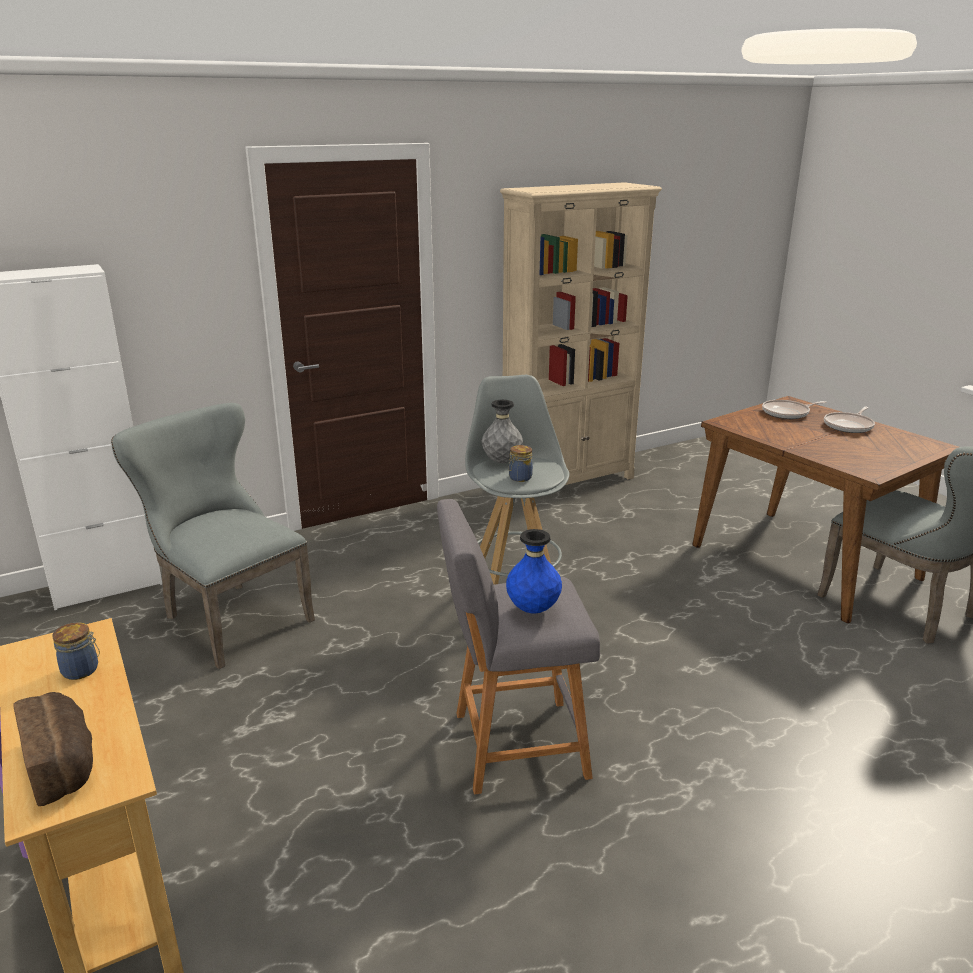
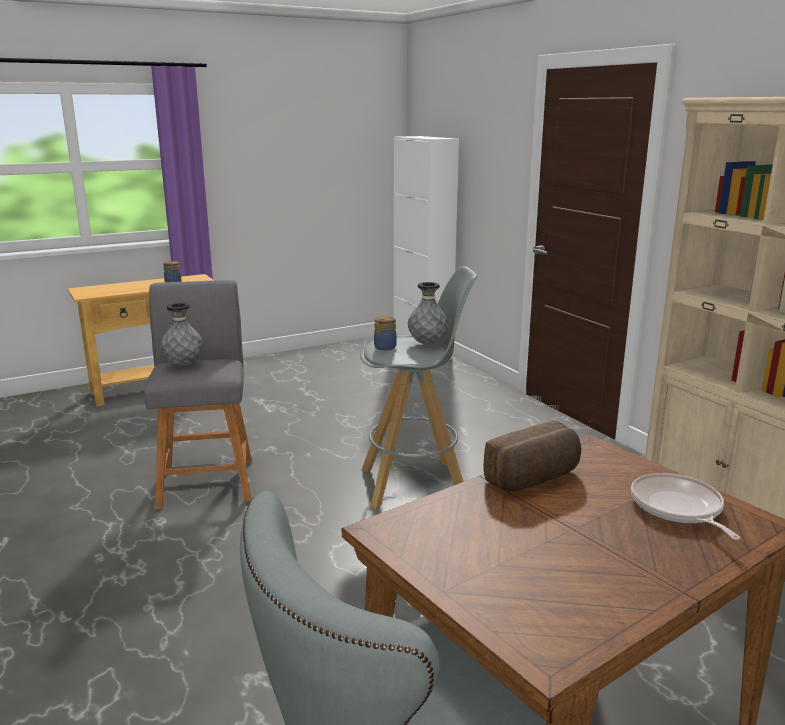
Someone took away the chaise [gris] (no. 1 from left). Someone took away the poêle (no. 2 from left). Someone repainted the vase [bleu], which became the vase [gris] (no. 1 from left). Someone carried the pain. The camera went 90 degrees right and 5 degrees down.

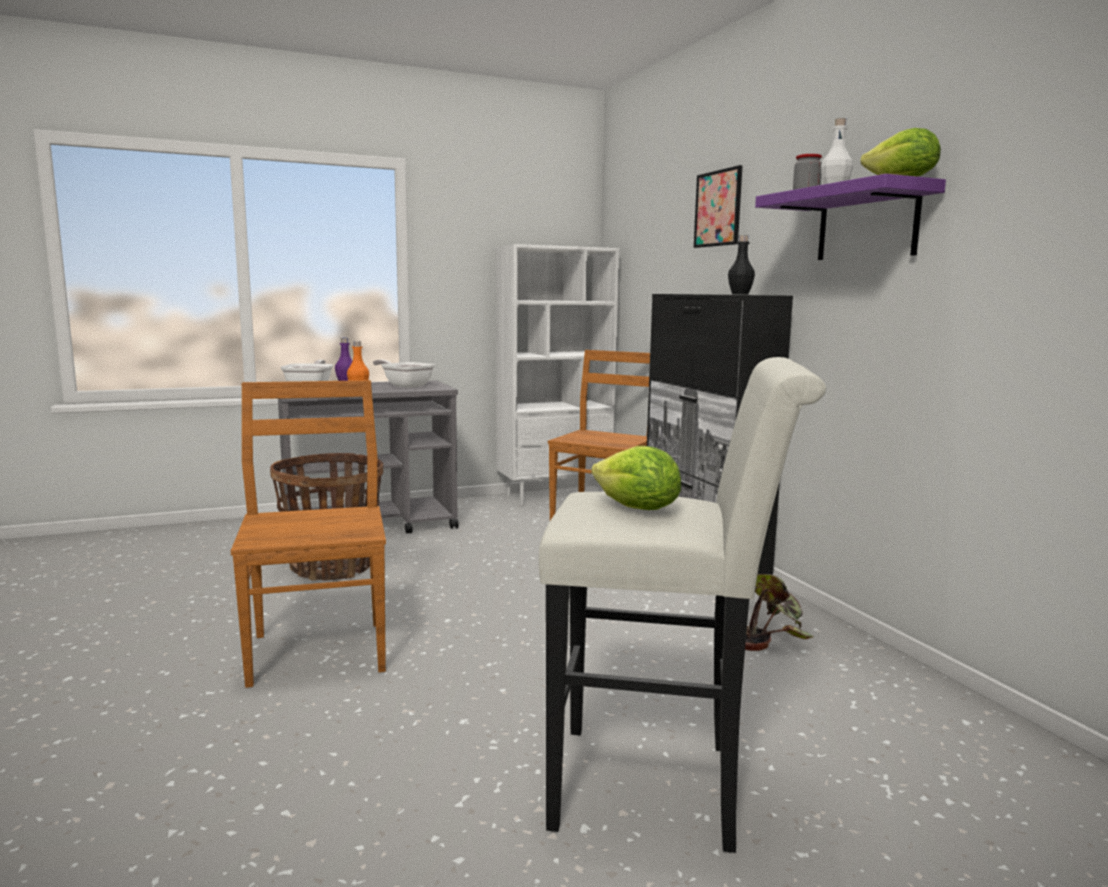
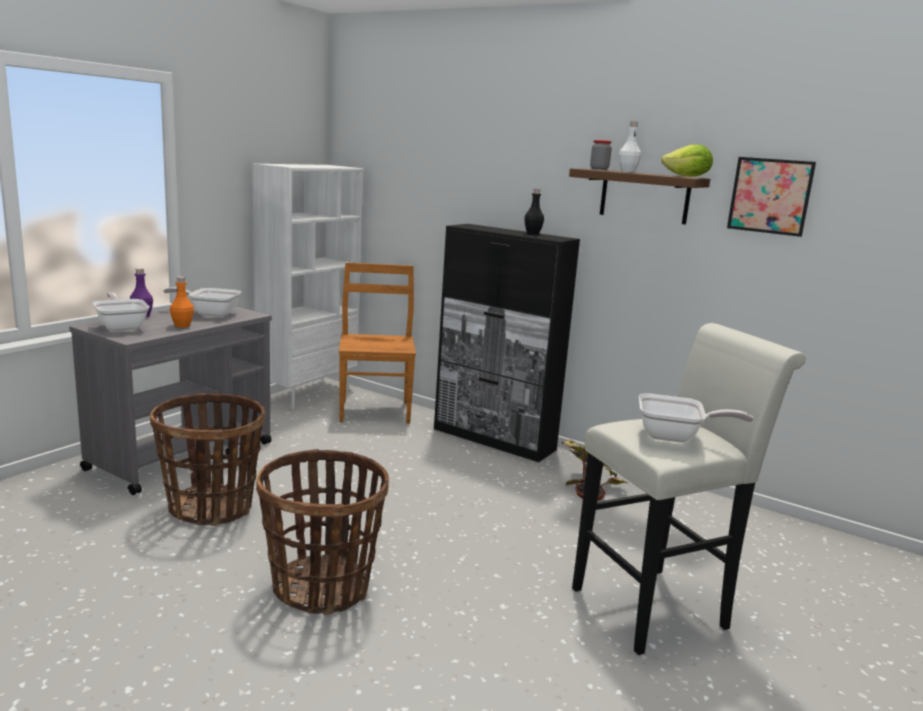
Someone carried the tableau. Someone repainted the étagère [violet], which became the étagère [marron]. Someone swapped the chaise [marron] (no. 1 from left) for the panier (no. 2 from left). Someone swapped the laitue (no. 1 from left) for the poêle (no. 3 from left). The camera went 35 degrees left and 5 degrees up.

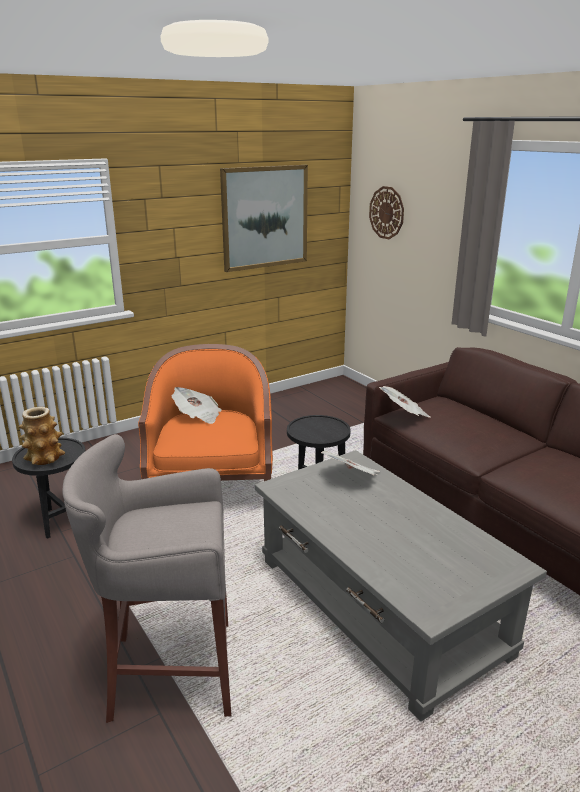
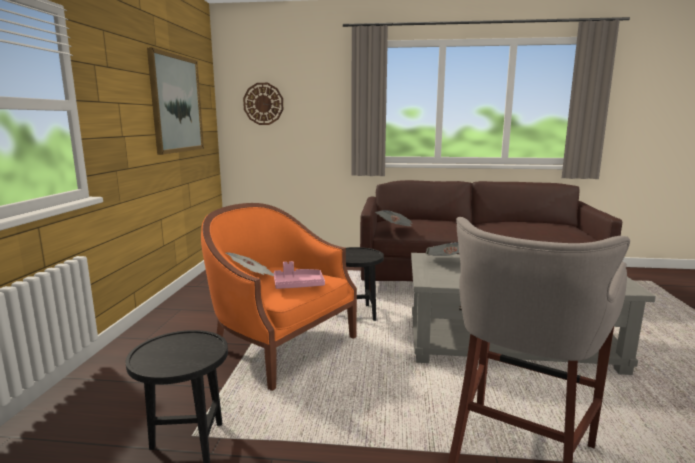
Someone took away the vase. Someone put down the plateau [rose]. The camera went 50 degrees left and 10 degrees down.

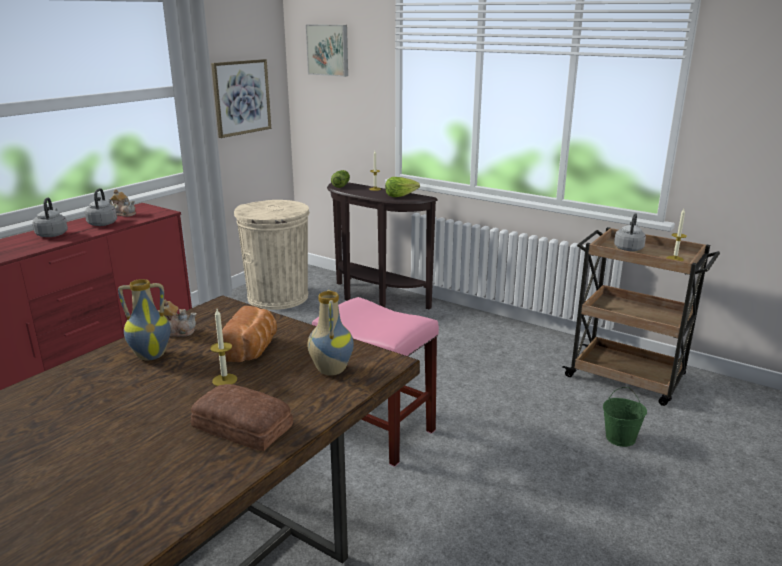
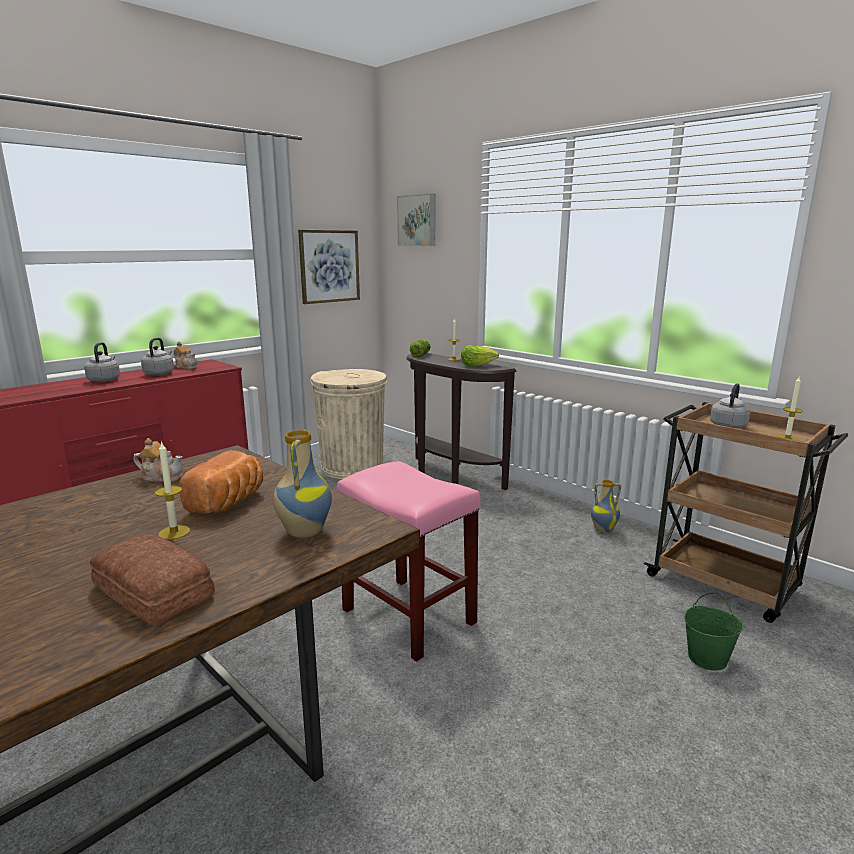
Someone carried the vase (no. 1 from left in the first image). The camera went 10 degrees right and 5 degrees down.

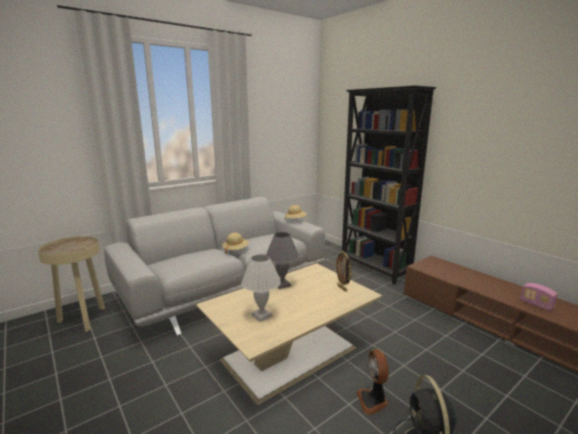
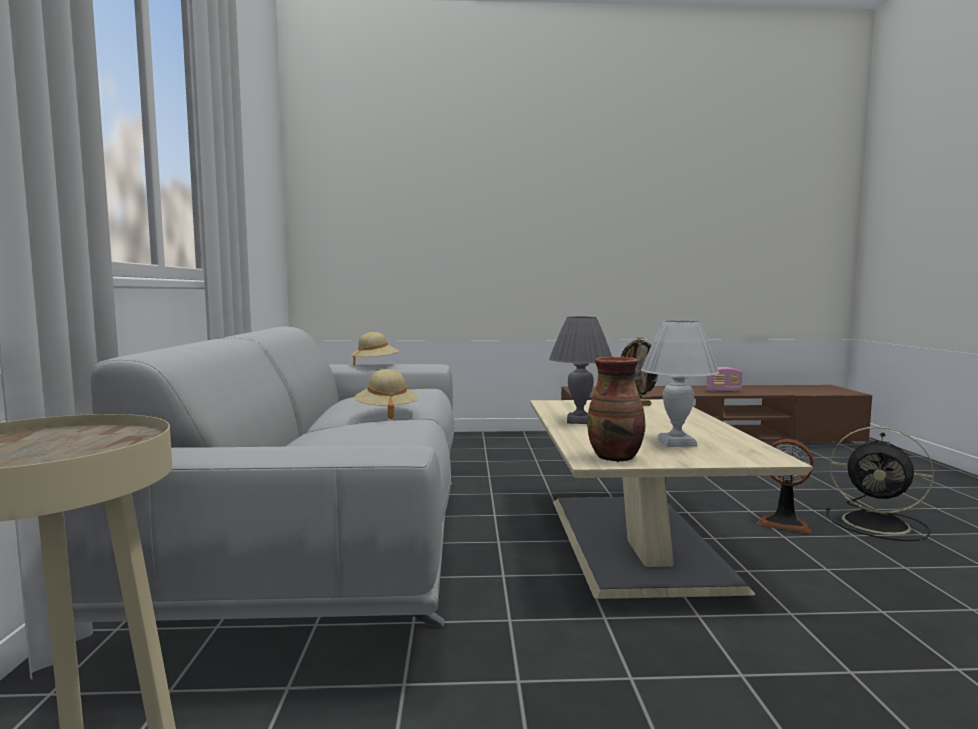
Someone took away the bibliothèque [noir]. Someone put down the vase. The camera went 55 degrees left and 10 degrees down.

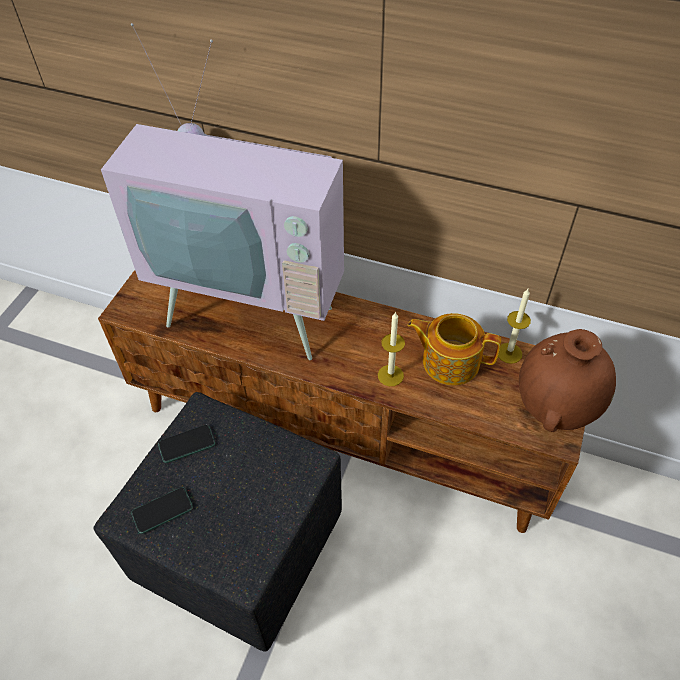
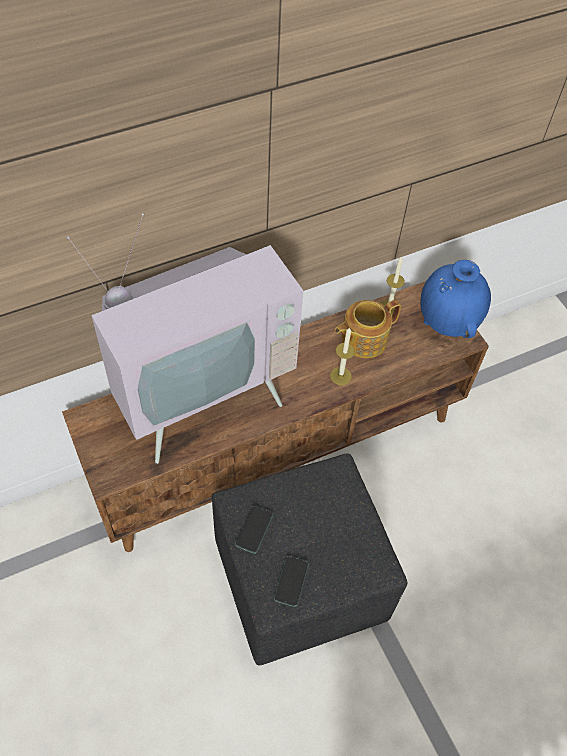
Someone repainted the vase [marron], which became the vase [bleu]. The camera went 50 degrees left and 5 degrees up.

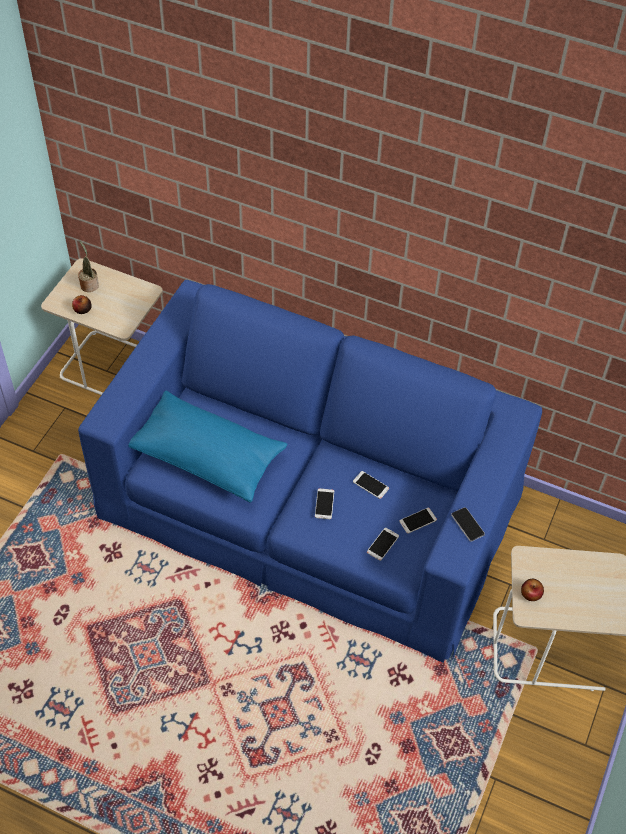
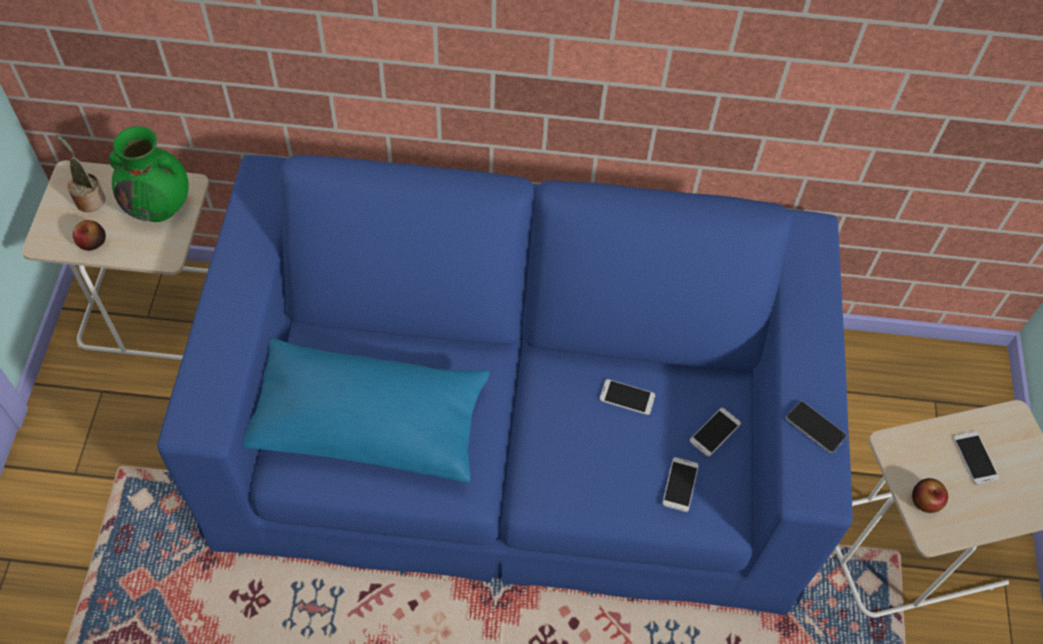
Someone carried the téléphone (no. 1 from left in the first image). Someone put down the vase [vert]. The camera went 20 degrees left and 5 degrees up.

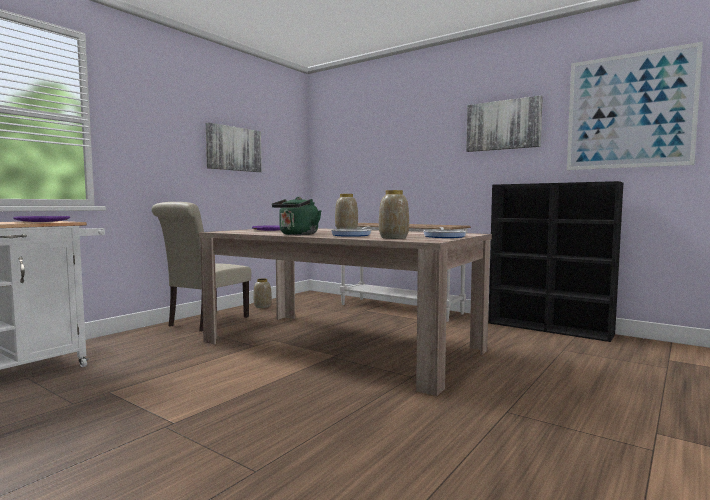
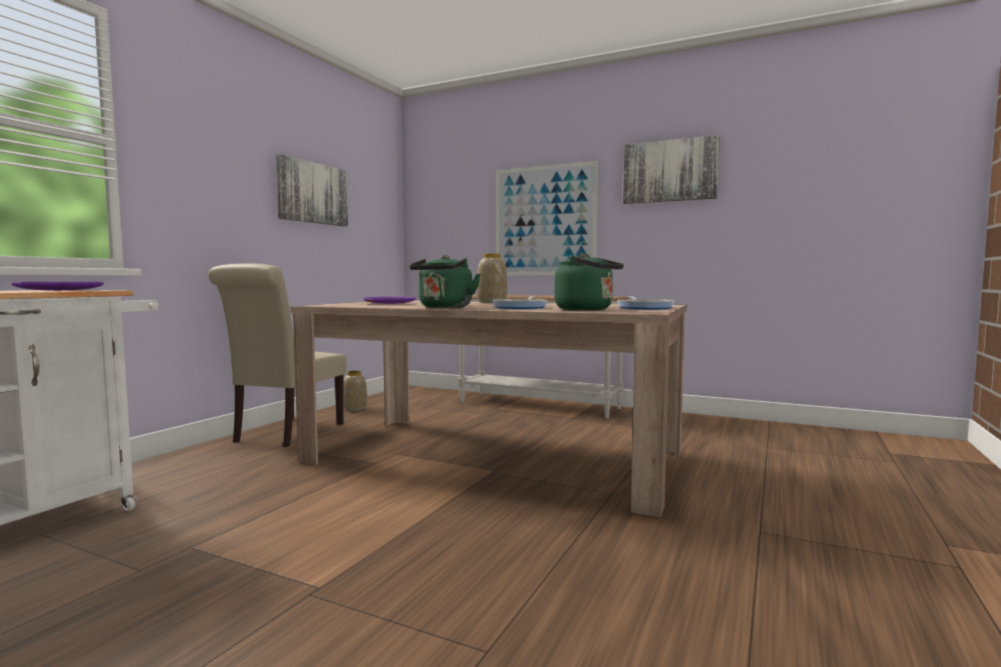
Someone carried the tableau (no. 3 from left in the first image). Someone took away the bibliothèque [noir]. Someone swapped the vase (no. 3 from left) for the bouilloire [vert] (no. 2 from left). The camera went 10 degrees left and 0 degrees up.

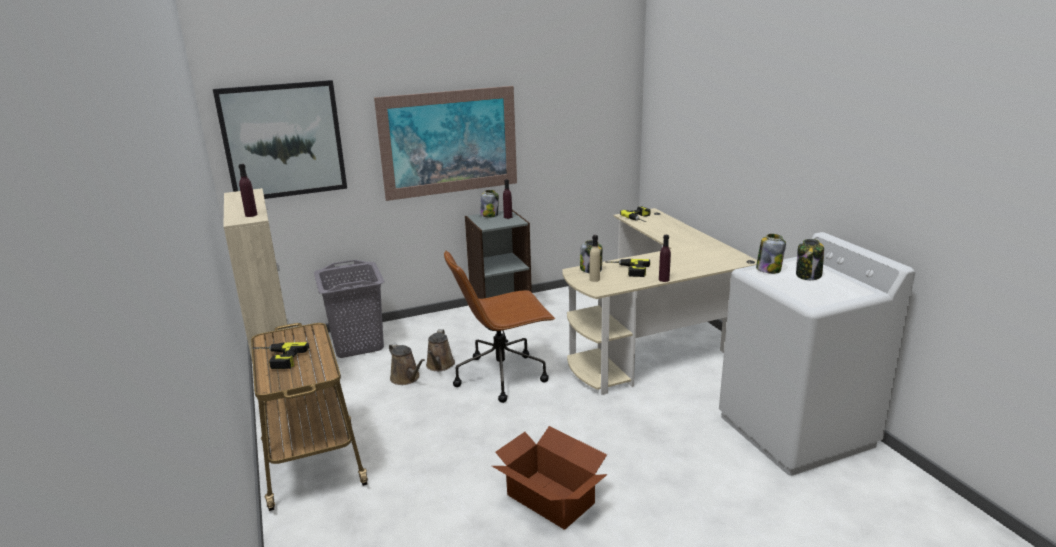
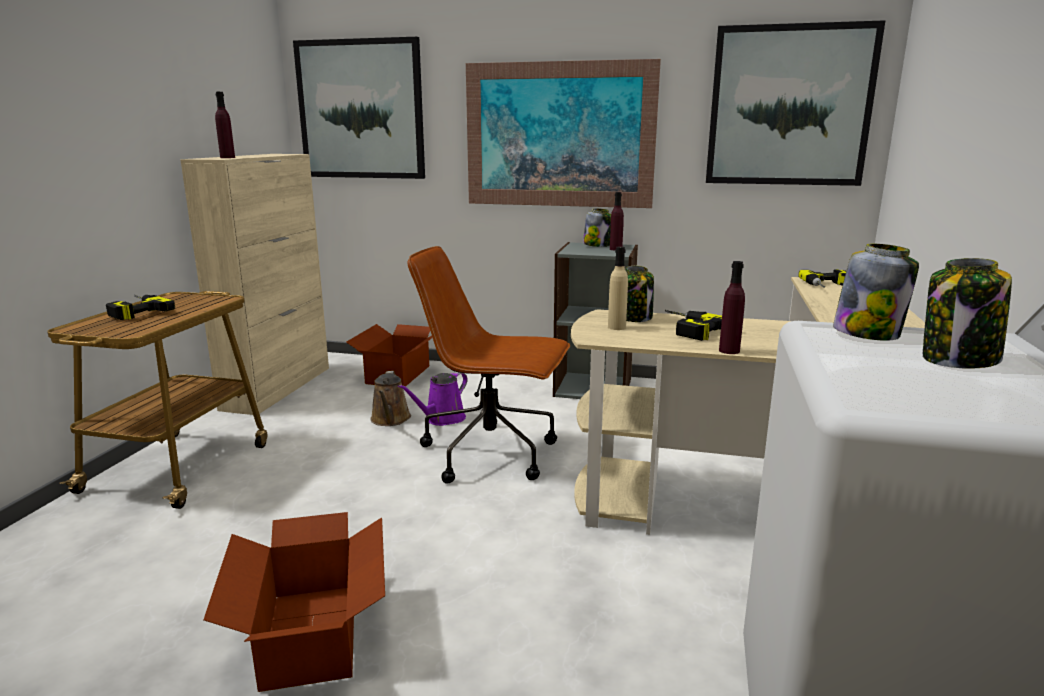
Someone swapped the panier à linge [gris] for the carton (no. 2 from left). Someone repainted the arrosoir [marron] (no. 2 from left), which became the arrosoir [violet]. Someone put up the tableau (no. 3 from left). The camera went 35 degrees right and 5 degrees down.

